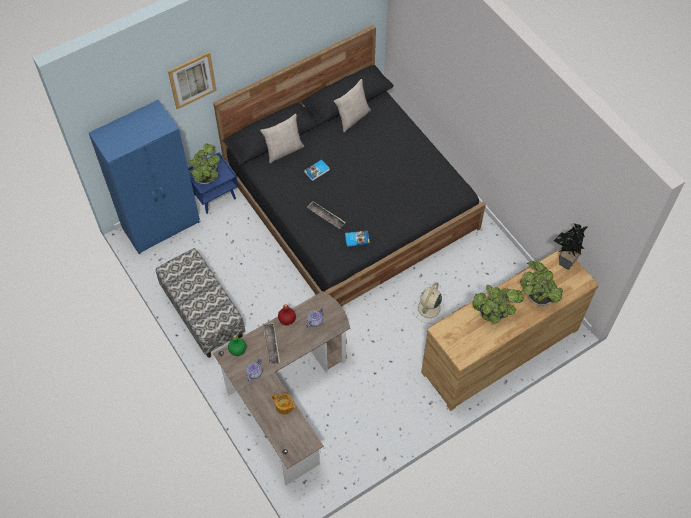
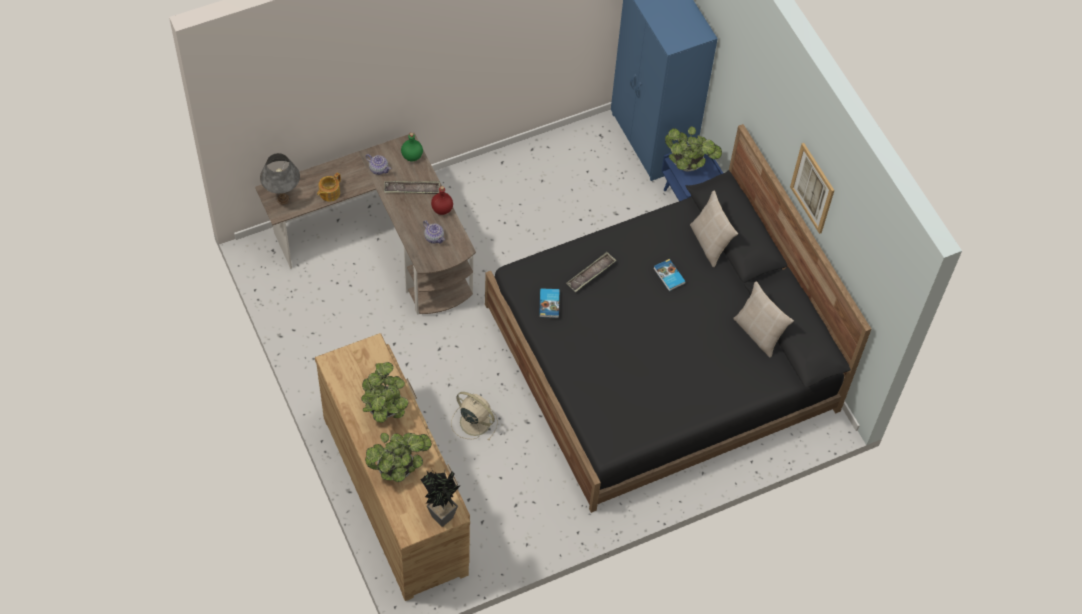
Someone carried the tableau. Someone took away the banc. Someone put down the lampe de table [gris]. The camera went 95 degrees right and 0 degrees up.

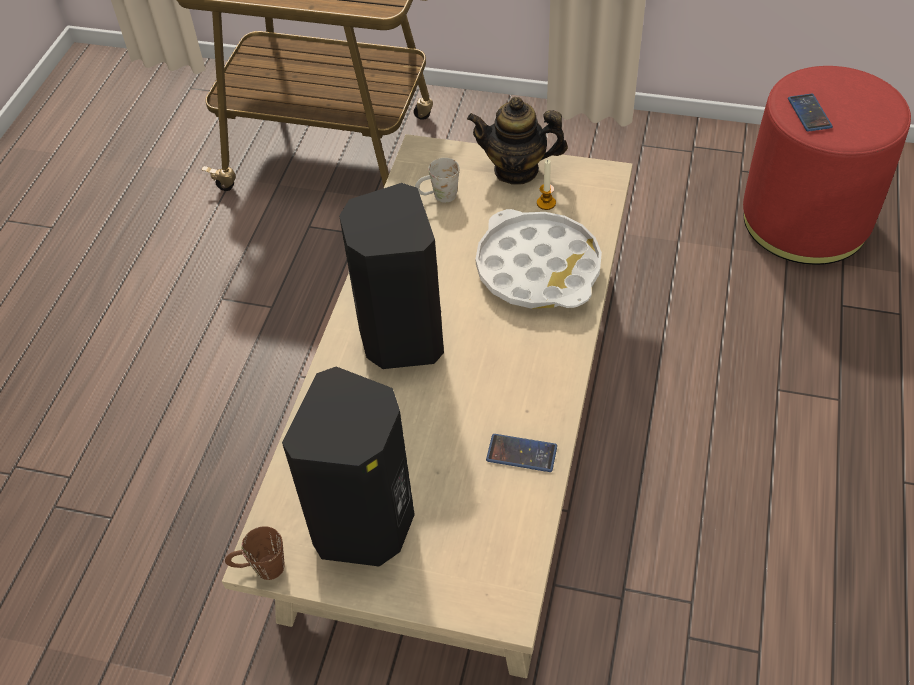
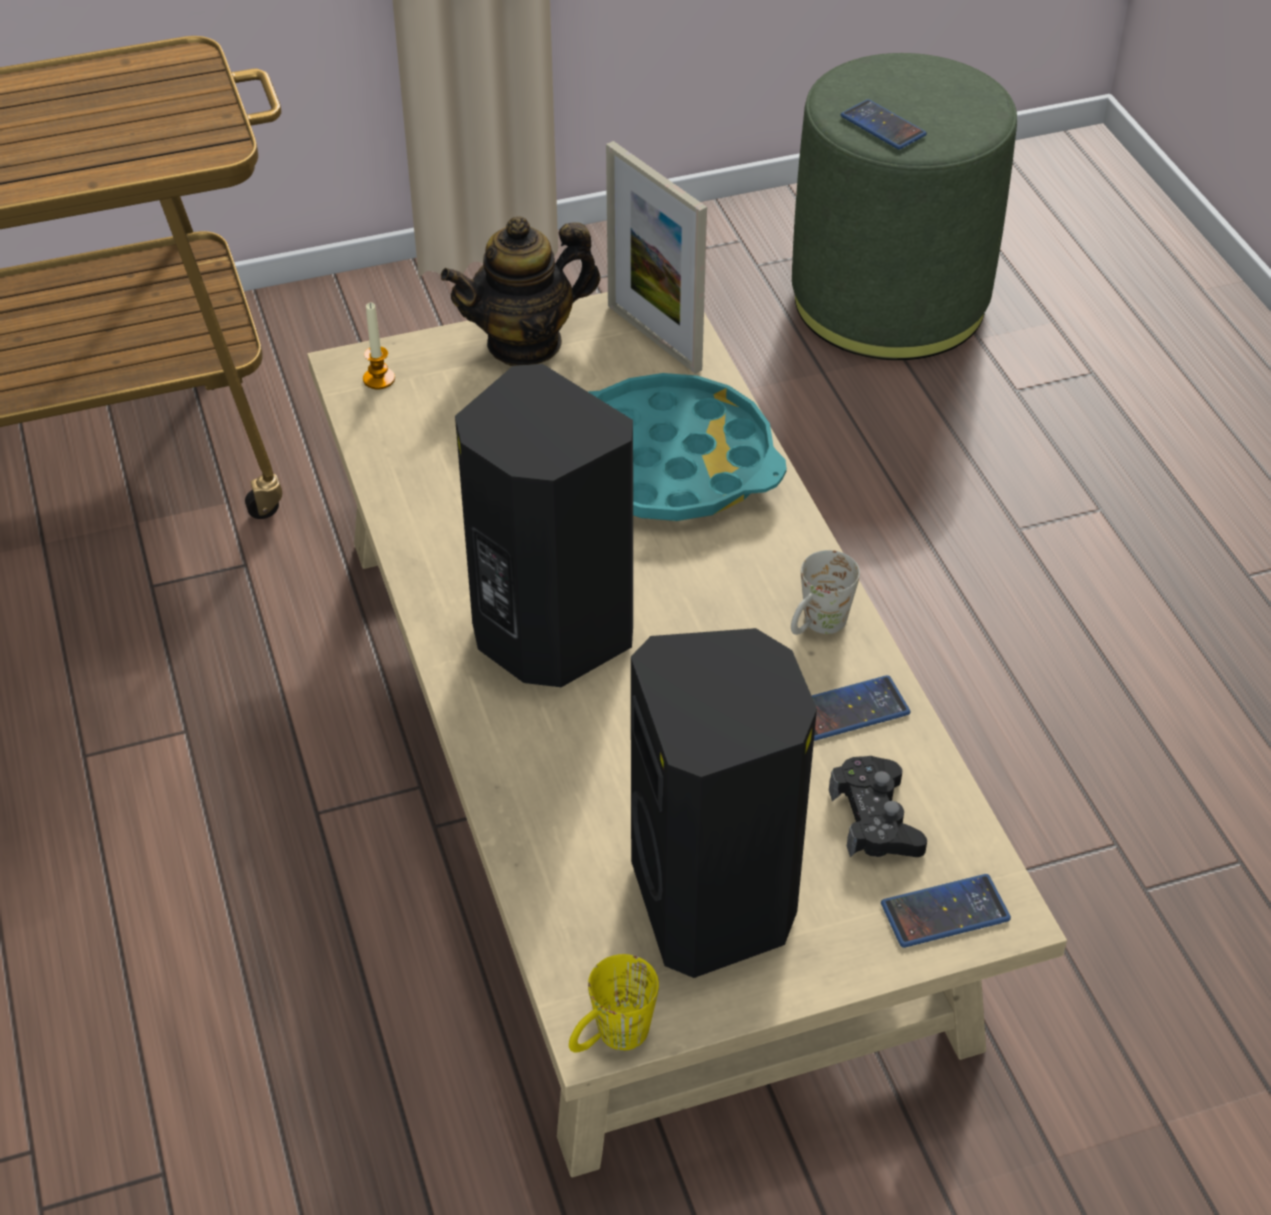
Someone repainted the pouf [rouge], which became the pouf [vert]. Someone carried the mug [blanc]. Someone carried the bougie. Someone repainted the plateau [blanc], which became the plateau [turquoise]. Someone repainted the mug [marron], which became the mug [jaune]. Someone put down the cadre photo. Someone put down the manette [noir]. Someone put down the téléphone (no. 3 from left). The camera went 35 degrees left and 5 degrees down.

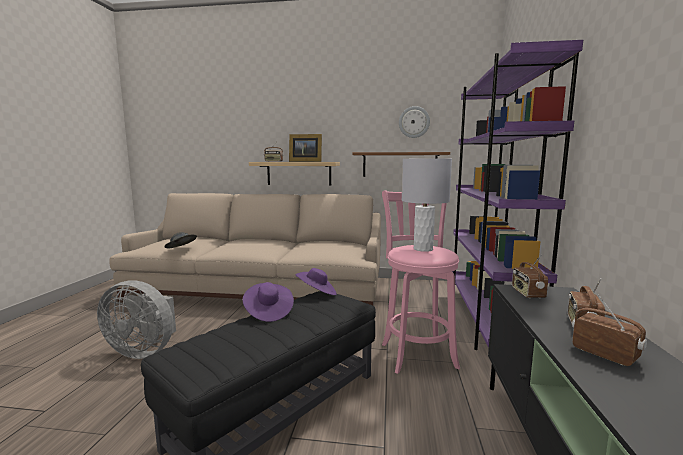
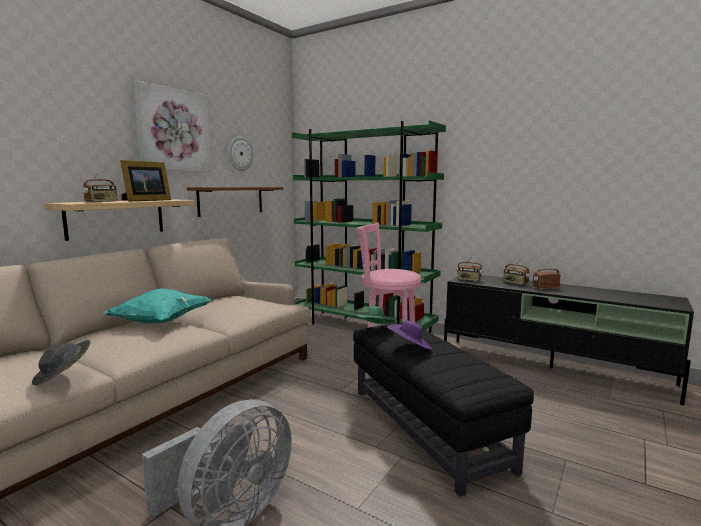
Someone repainted the bibliothèque [violet], which became the bibliothèque [vert]. Someone took away the lampe de table [gris]. Someone repainted the chapeau [violet] (no. 2 from left), which became the chapeau [vert]. Someone put up the tableau. Someone put down the coussin [turquoise]. The camera went 65 degrees left and 0 degrees up.

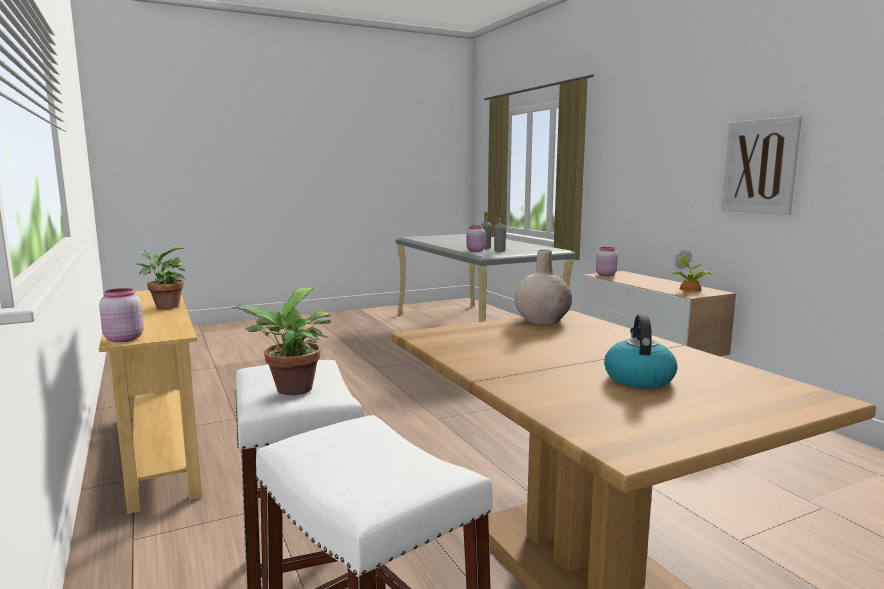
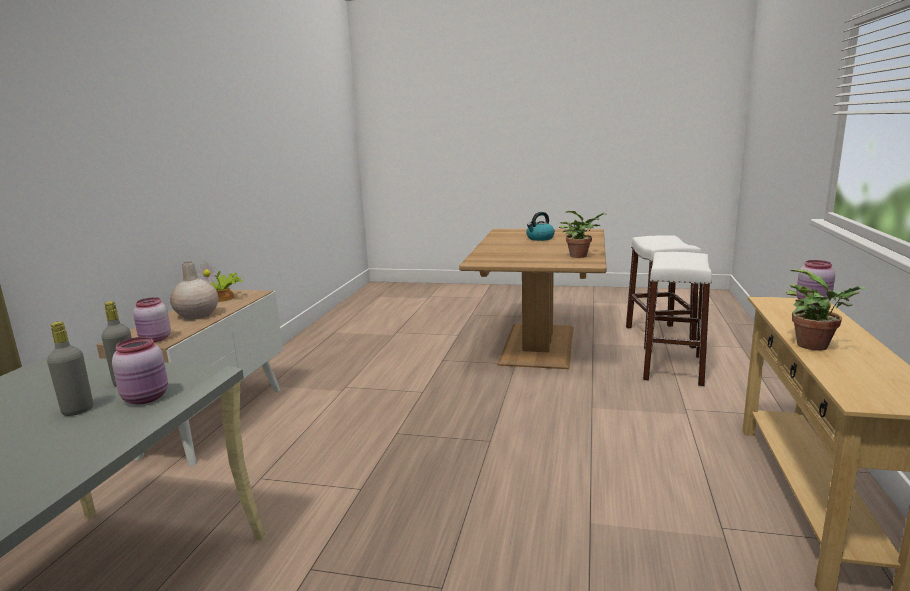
Someone took away the tableau. Someone carried the vase [beige]. Someone carried the plante en pot (no. 2 from left). The camera went 140 degrees left and 5 degrees up.

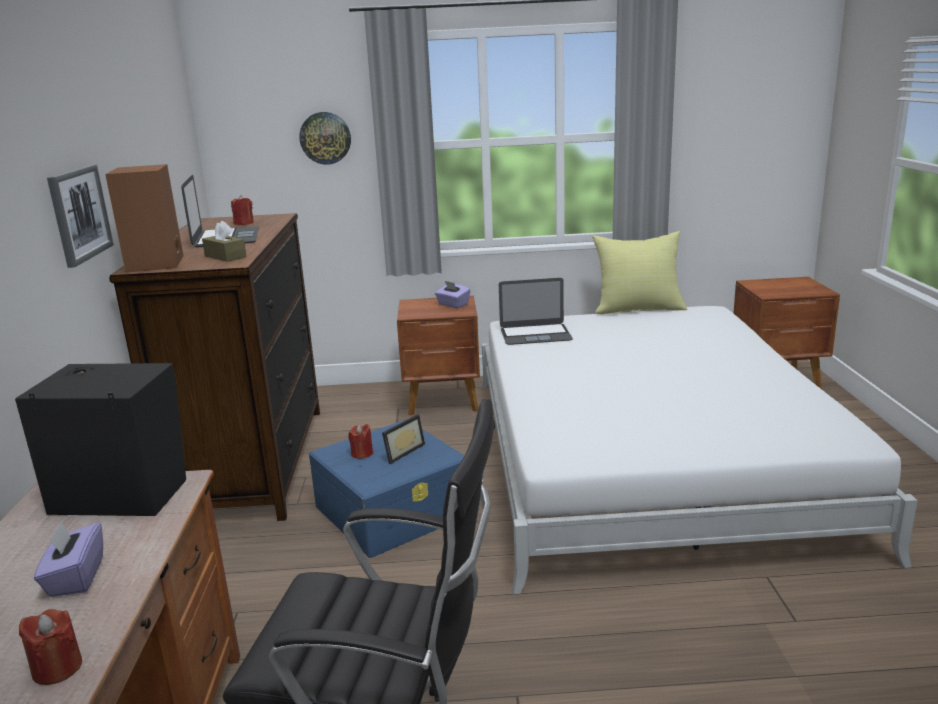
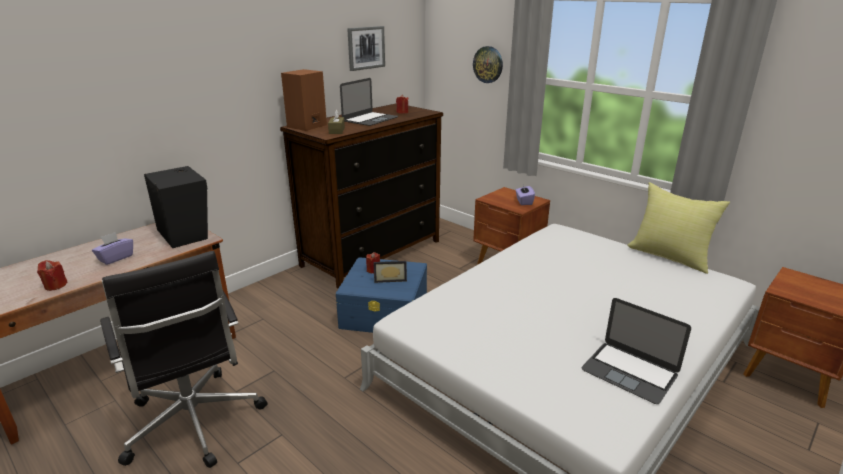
Someone carried the tableau. Someone carried the ordinateur portable (no. 2 from left). The camera went 45 degrees right and 5 degrees up.

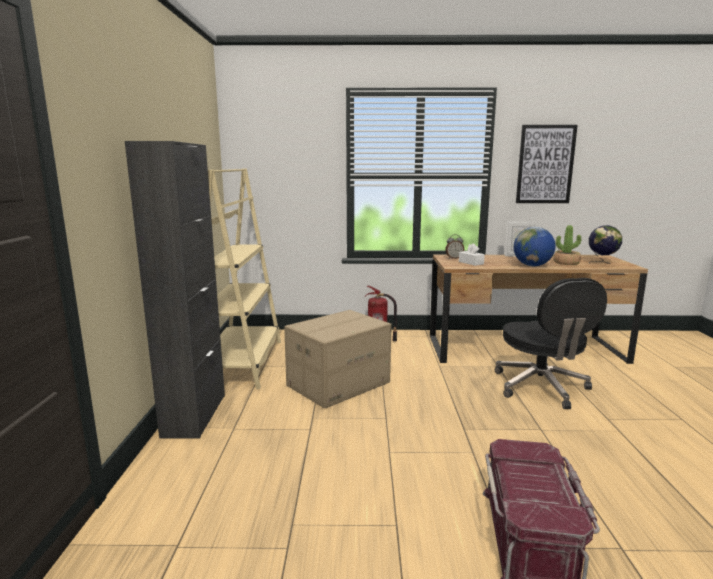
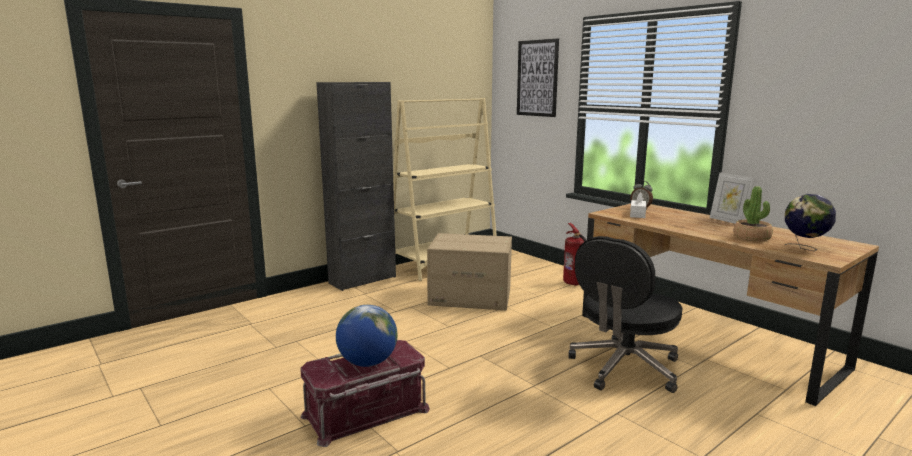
Someone carried the tableau. Someone carried the globe (no. 1 from left). The camera went 50 degrees right and 0 degrees up.

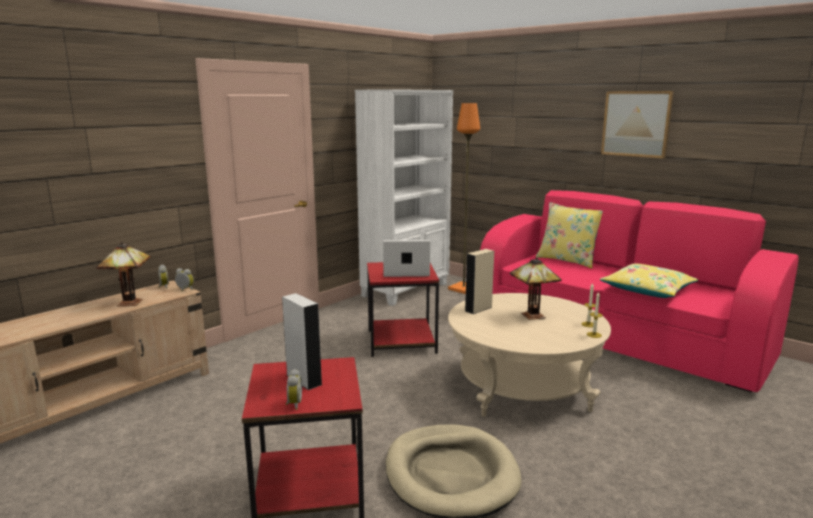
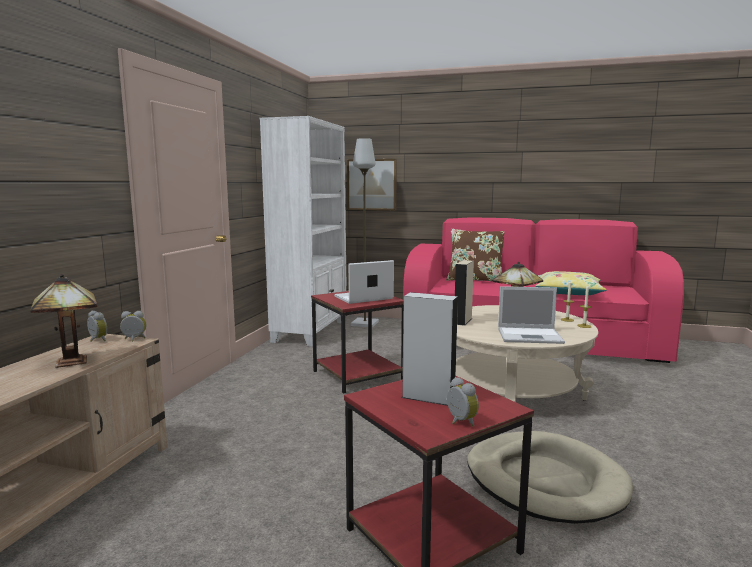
Someone carried the tableau. Someone repainted the lampadaire [orange], which became the lampadaire [gris]. Someone repainted the coussin [jaune] (no. 1 from left), which became the coussin [marron]. Someone put down the ordinateur portable (no. 2 from left). The camera went 25 degrees left and 5 degrees down.

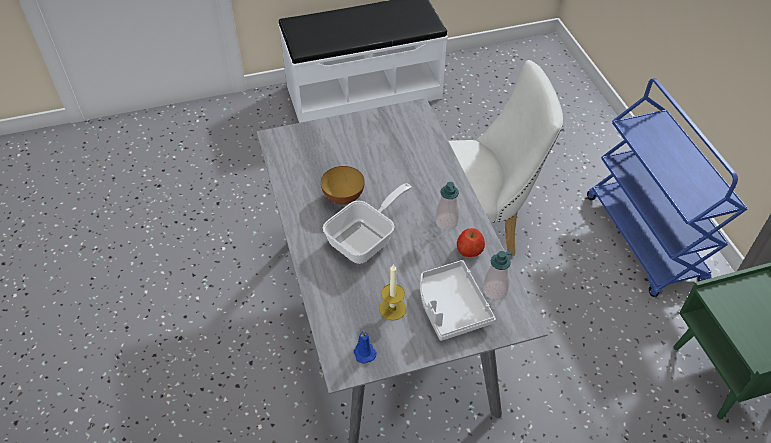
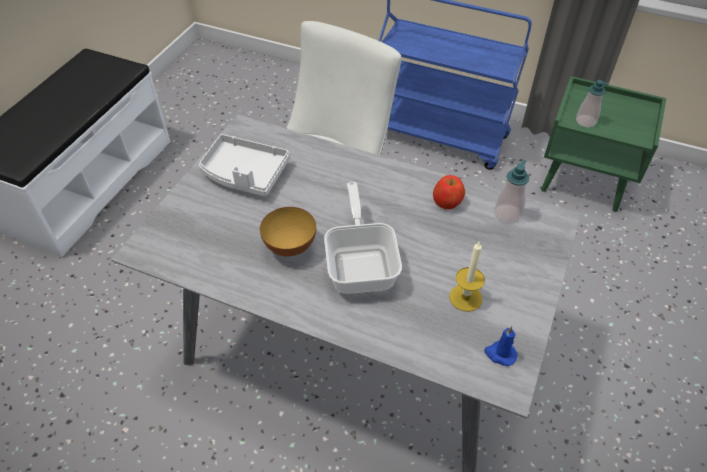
Someone carried the distributeur de savon (no. 1 from left in the first image). Someone carried the plateau [gris]. The camera went 50 degrees left and 0 degrees up.

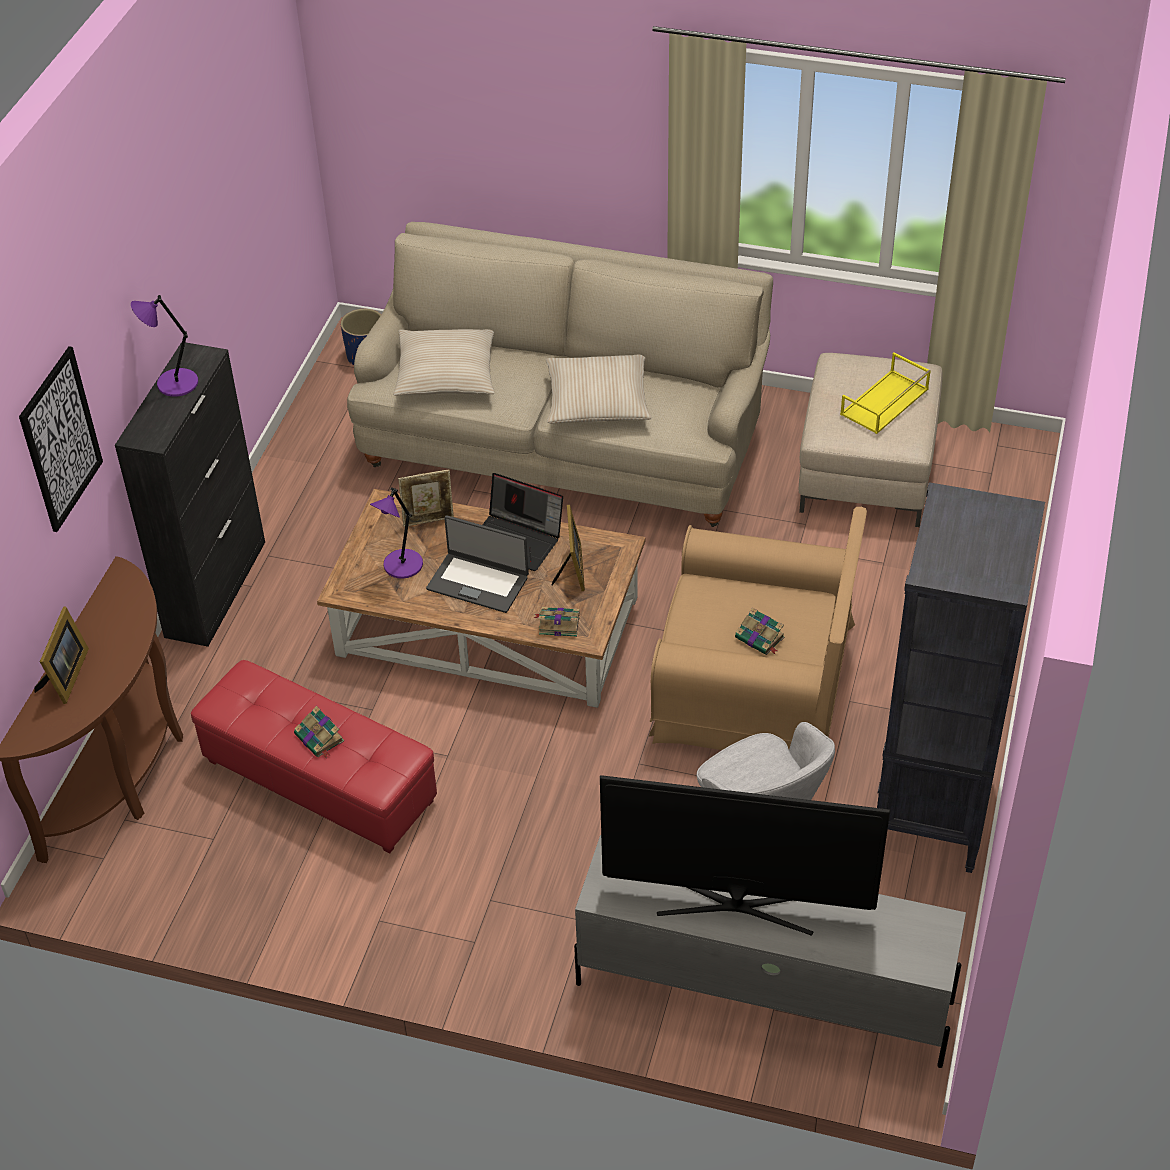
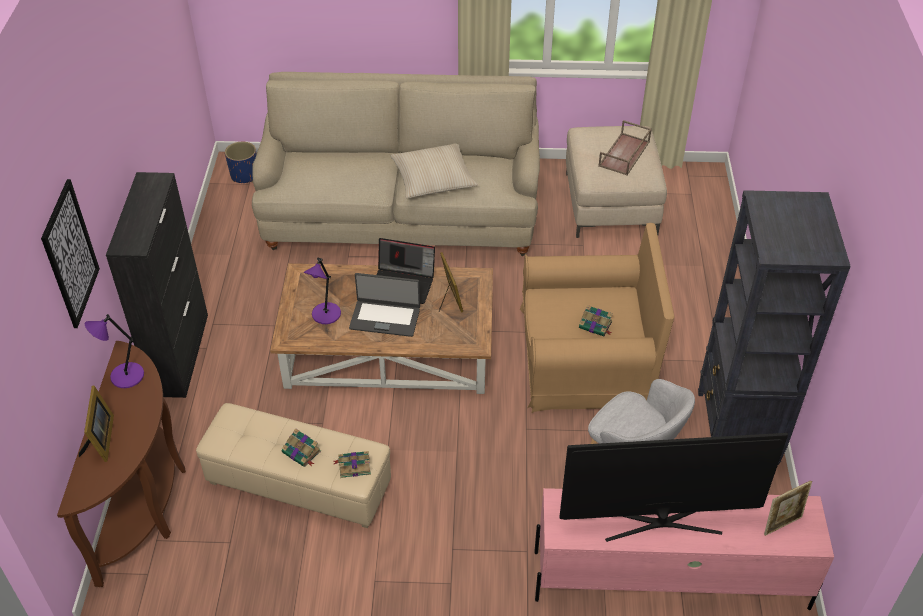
Someone carried the lampe de table [violet] (no. 1 from left). Someone took away the coussin [beige] (no. 1 from left). Someone repainted the plateau [jaune], which became the plateau [marron]. Someone carried the cadre photo (no. 2 from left in the first image). Someone carried the livre (no. 2 from left). Someone repainted the pouf [rouge], which became the pouf [beige] (no. 1 from left). Someone repainted the meuble télé [gris], which became the meuble télé [rose]. The camera went 15 degrees left and 0 degrees up.

